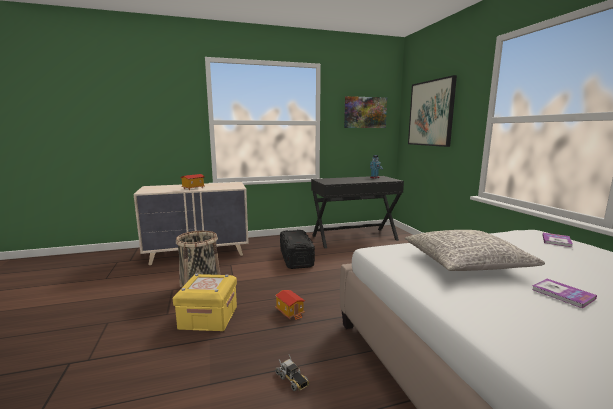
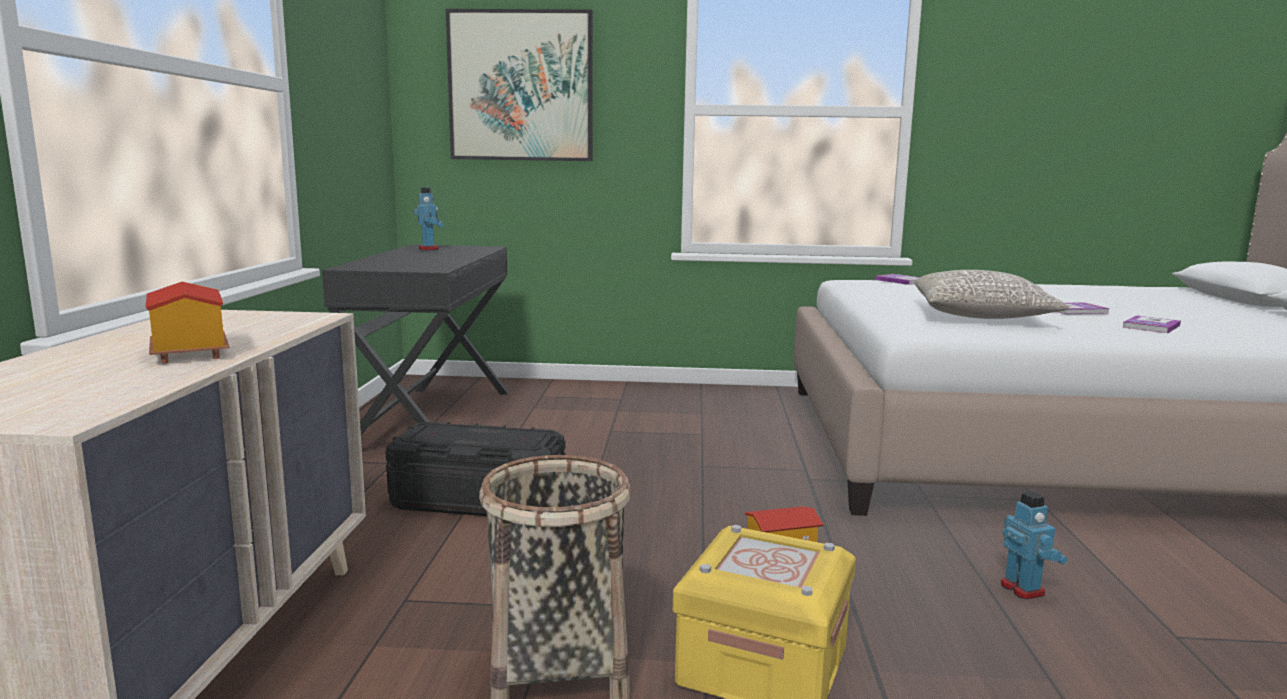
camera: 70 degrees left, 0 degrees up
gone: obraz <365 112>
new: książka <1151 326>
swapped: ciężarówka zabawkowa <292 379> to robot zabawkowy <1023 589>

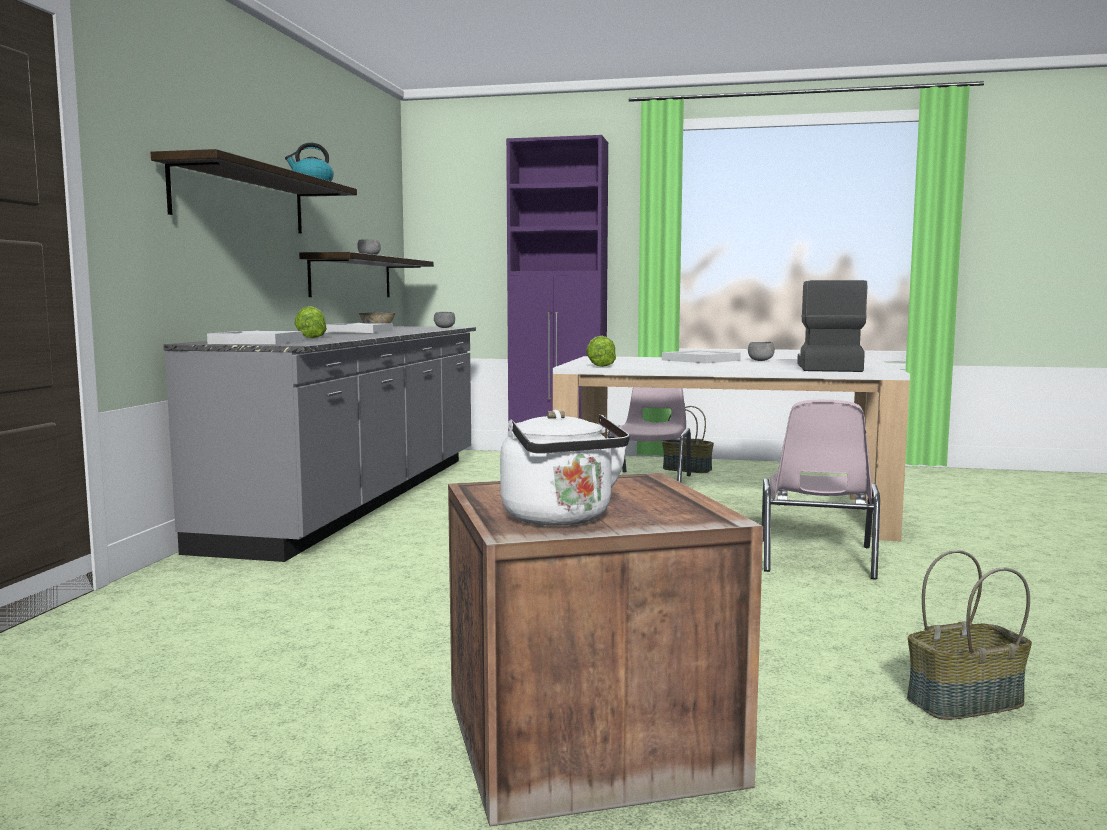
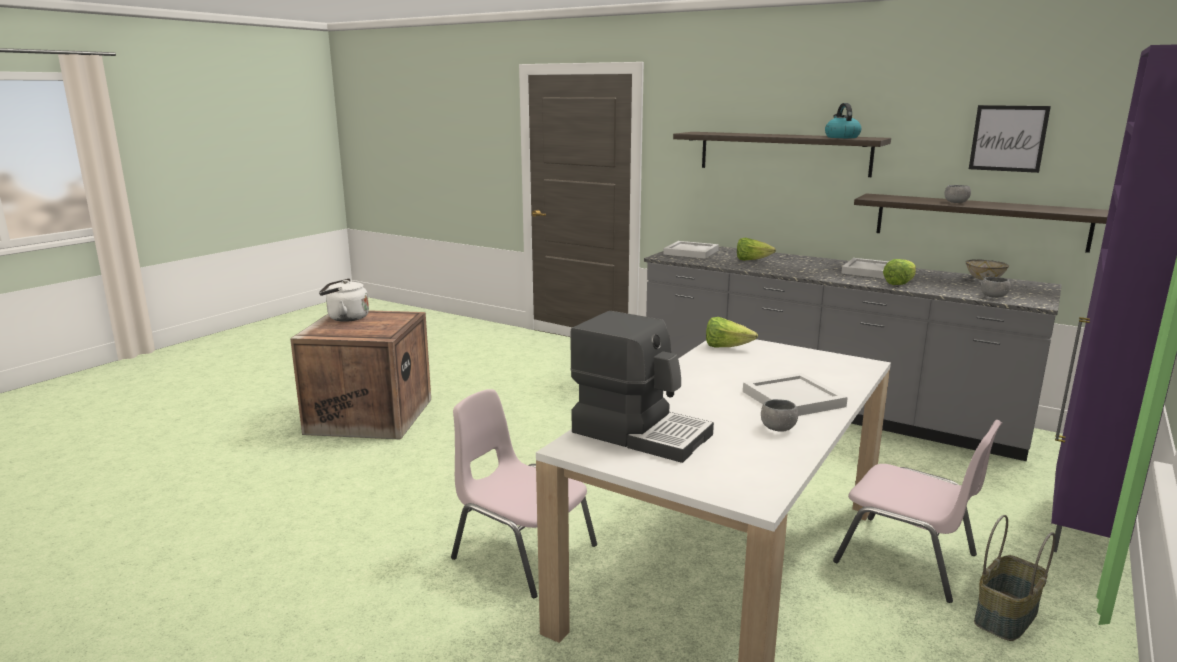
camera: 110 degrees right, 10 degrees up
gone: koszyk <965 702>
new: sałata <899 283>; obraz <1008 138>

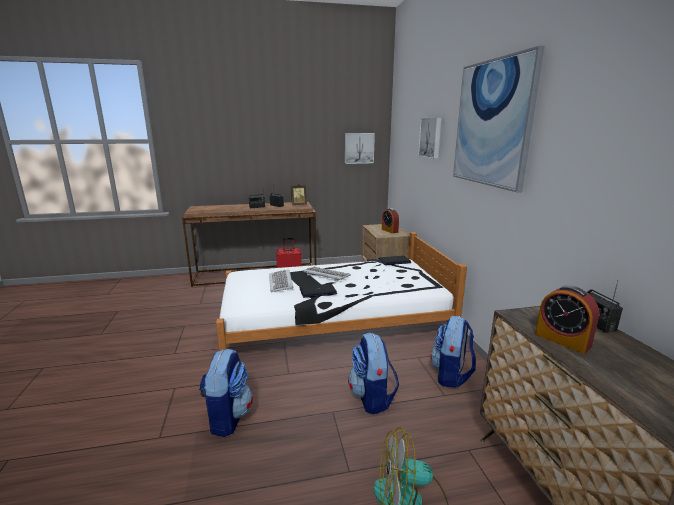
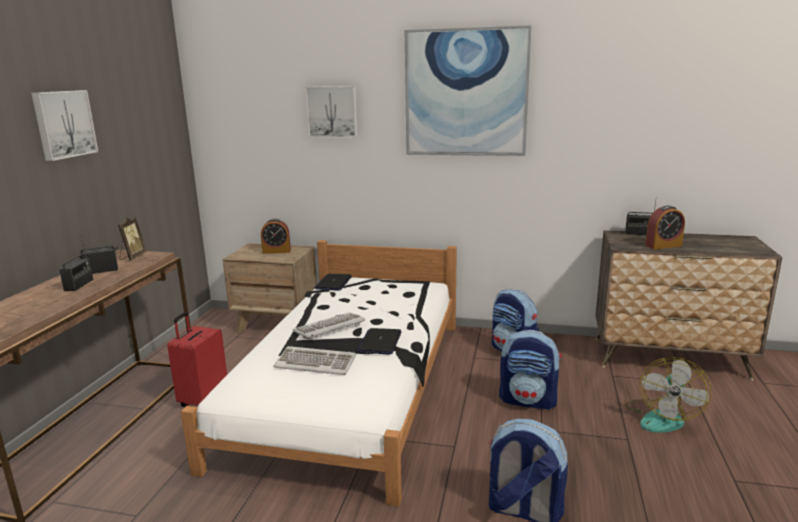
camera: 65 degrees left, 0 degrees up
shifted: obraz <359 148> to <63 124>

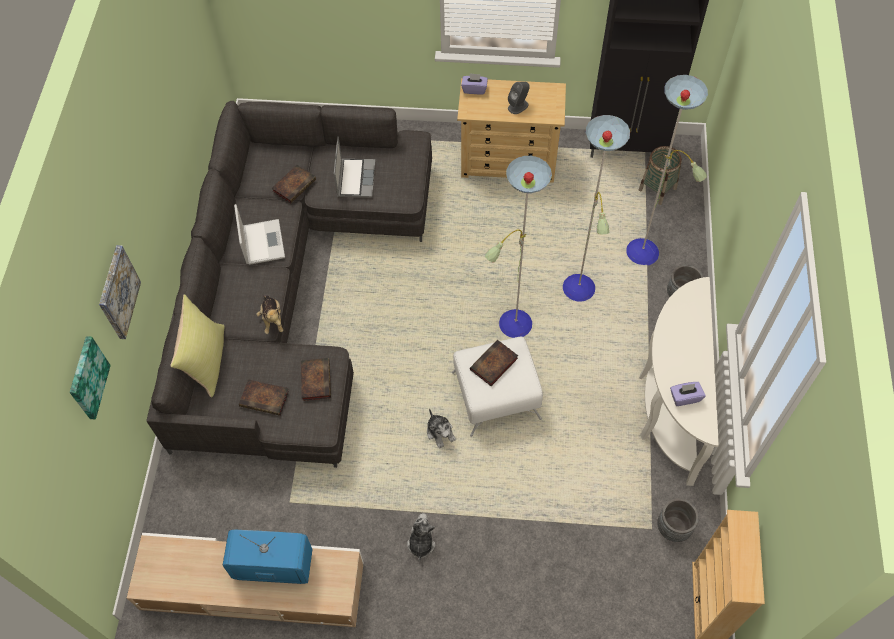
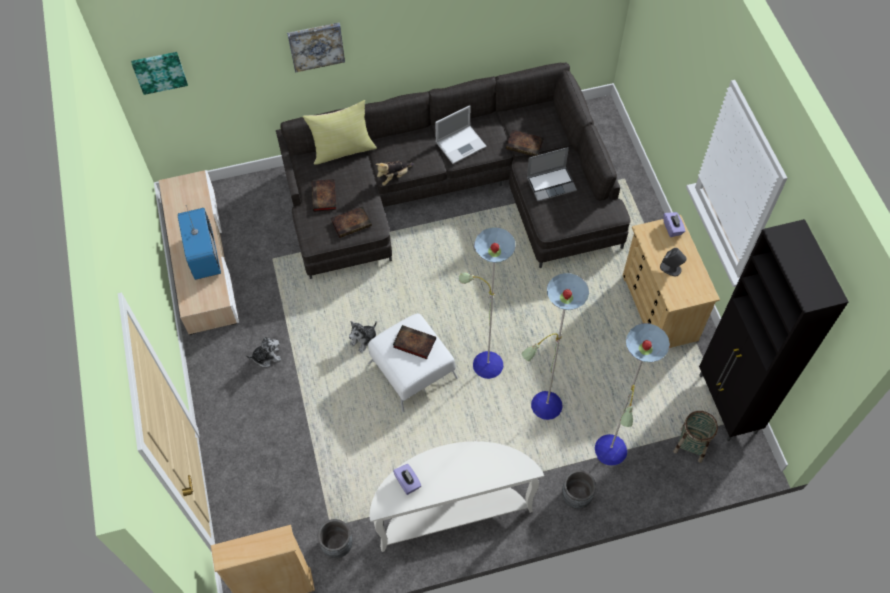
camera: 70 degrees right, 0 degrees up
shifted: obraz <87 378> to <159 71>

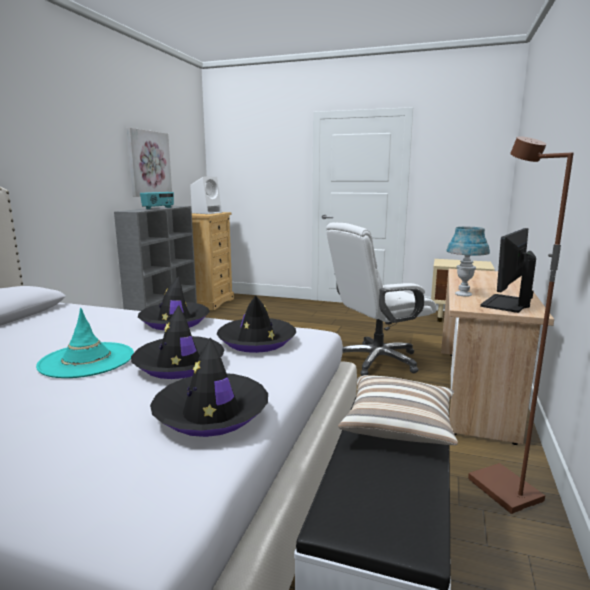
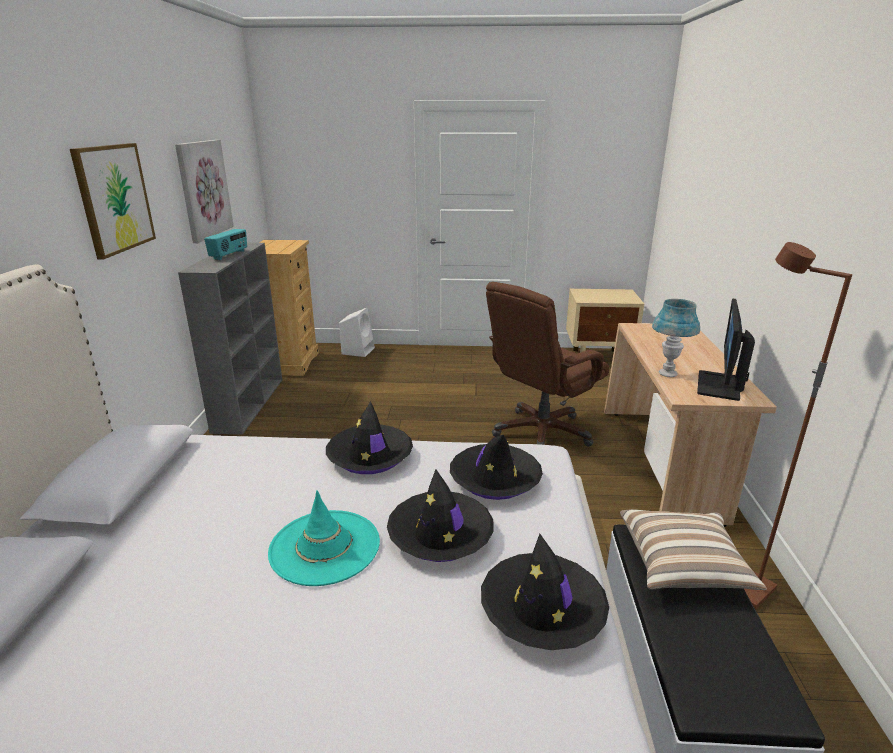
camera: 15 degrees left, 10 degrees up
new: obraz <114 198>
shifted: głośnik [biały] <207 213> to <358 350>
repainted: krzesło biurowe [biały] <377 360> to krzesło biurowe [brązowy] <541 433>

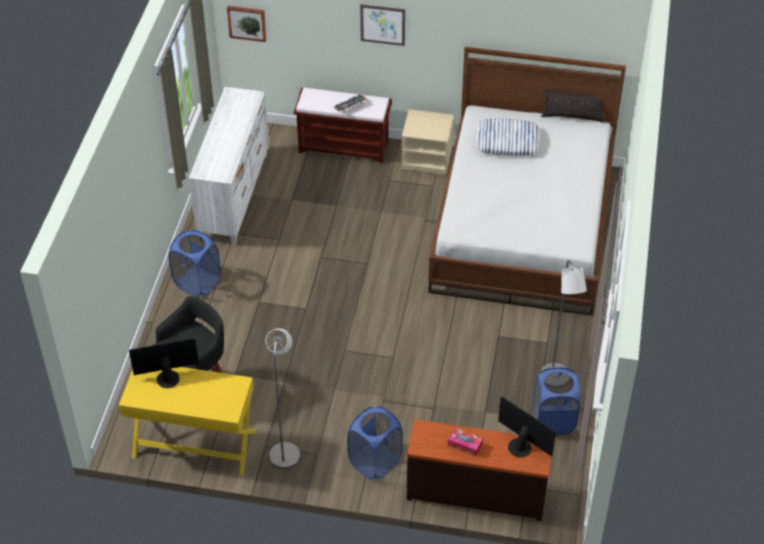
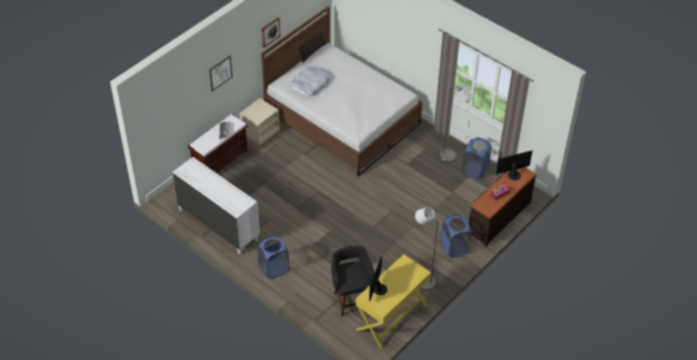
camera: 60 degrees left, 0 degrees up
shifted: obraz <247 23> to <270 32>

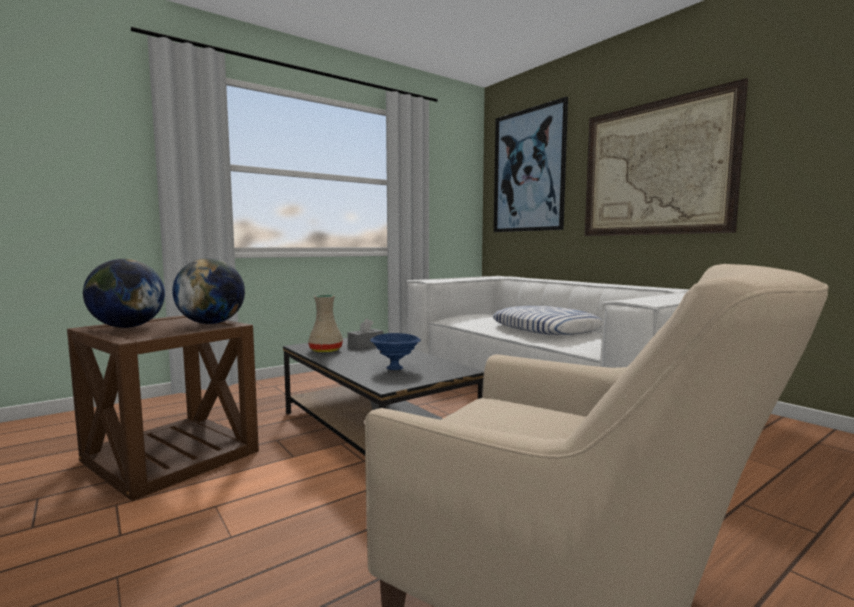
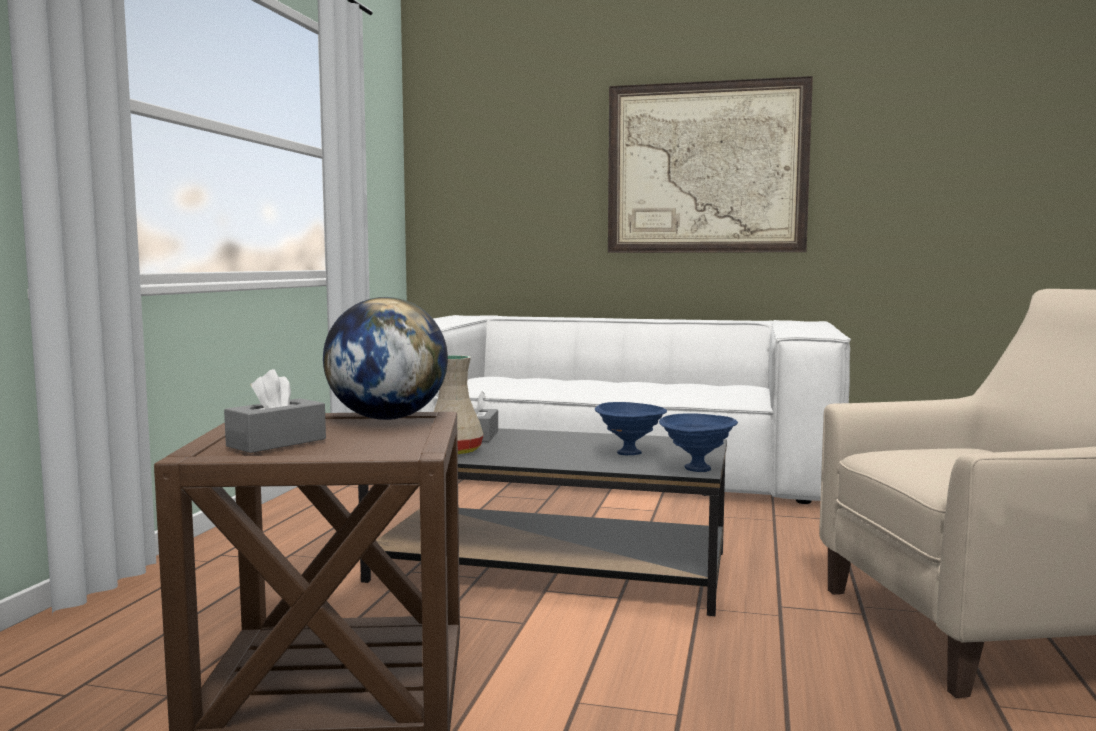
camera: 40 degrees left, 0 degrees up
gone: poduszka <545 329>; obraz <528 171>
new: miska [niebieski] <697 469>
swapped: globus <127 327> to pudełko chusteczek [szary] <277 442>

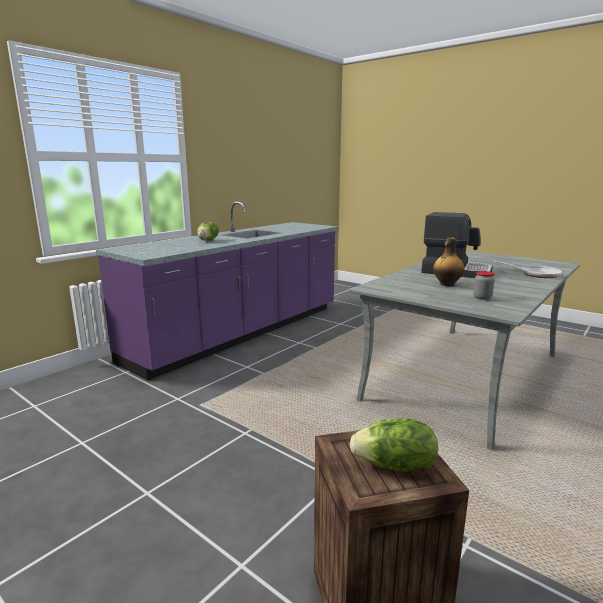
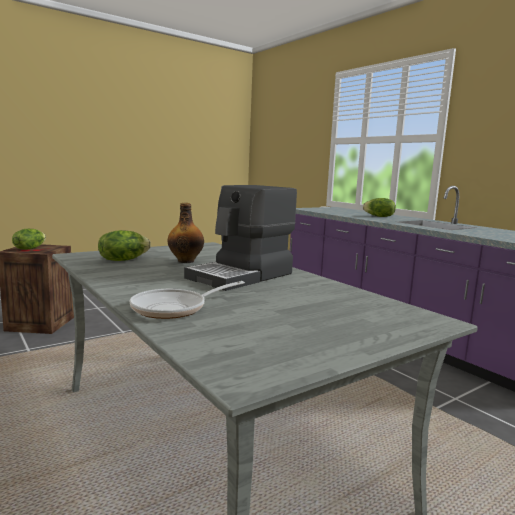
camera: 105 degrees right, 5 degrees down
swapped: słoik <482 297> to sałata <123 260>

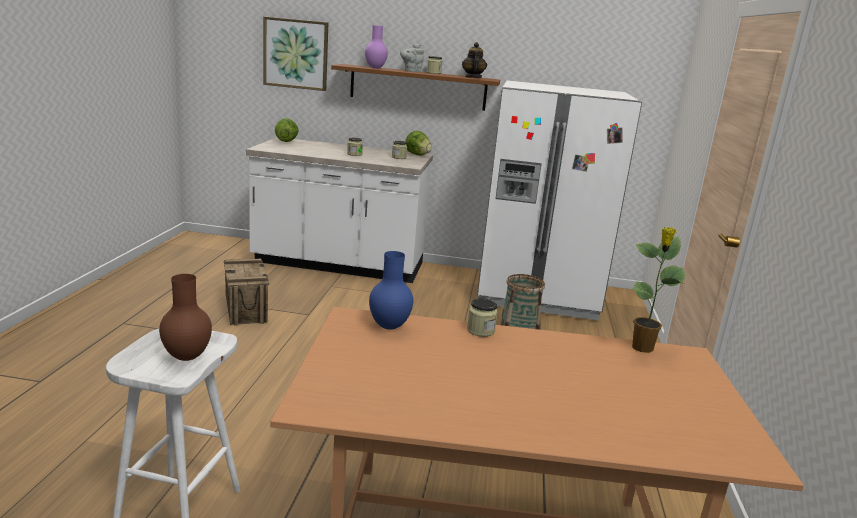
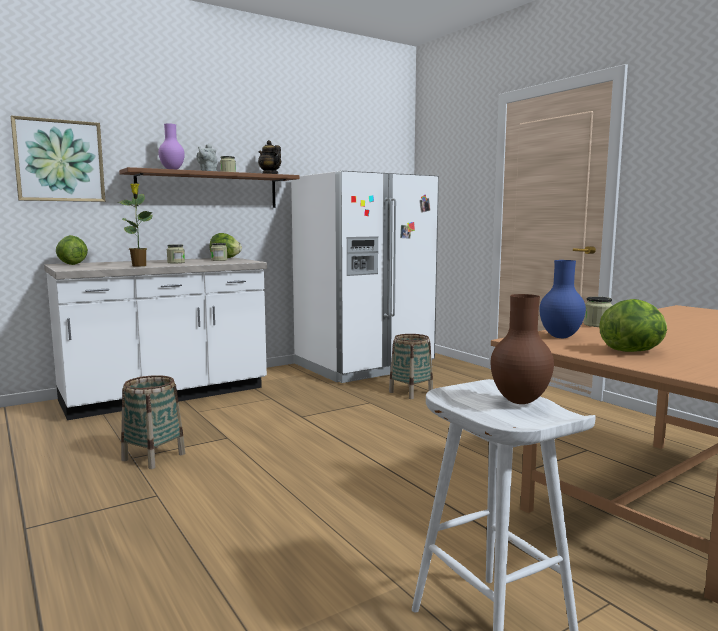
camera: 40 degrees left, 10 degrees down
new: sałata <633 351>
shifted: roślina doniczkowa <642 348> to <139 266>
swapped: skrzynka <246 309> to koszyk <154 457>

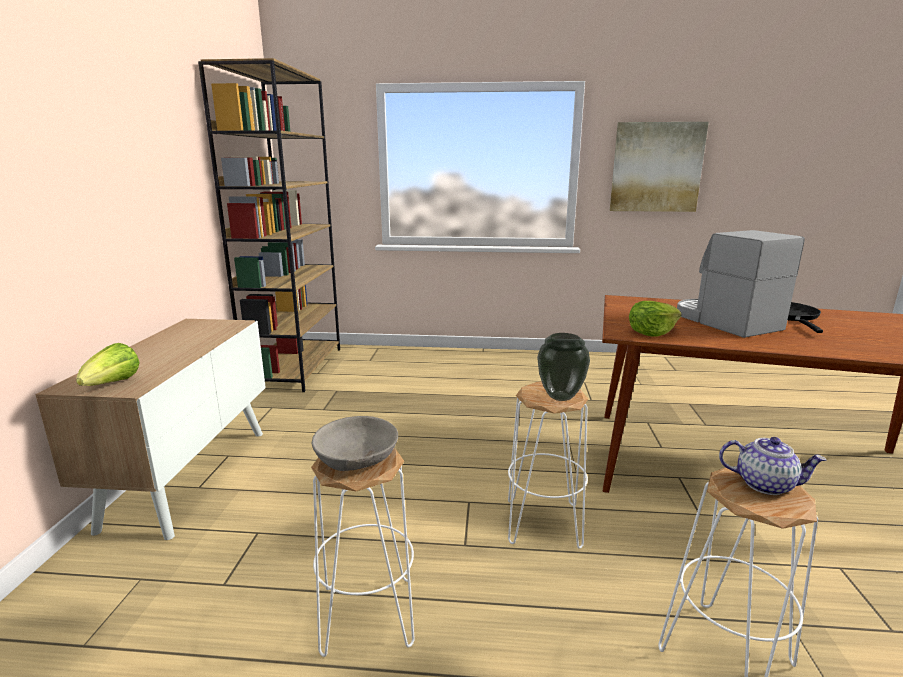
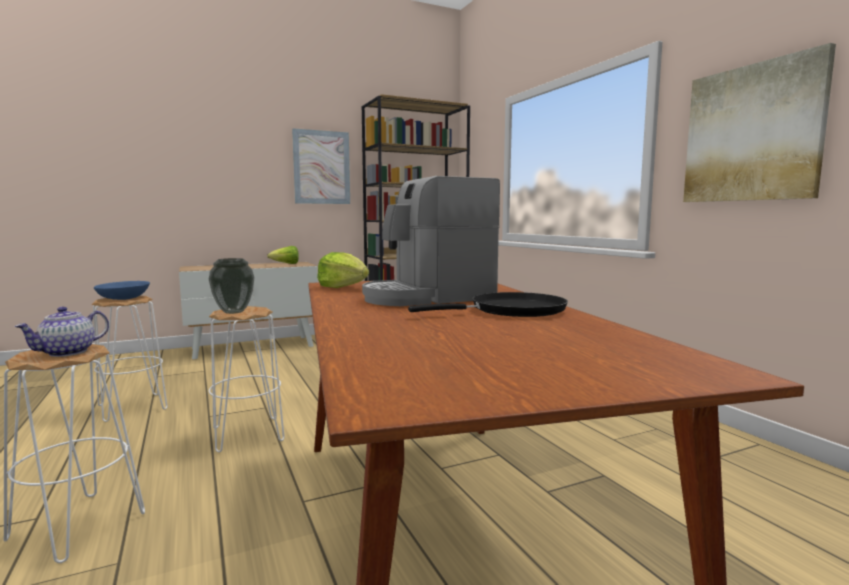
camera: 60 degrees right, 10 degrees down
new: obraz <321 167>
shifted: sałata <112 385> to <286 264>
repainted: miska [szary] <357 458> to miska [niebieski] <123 298>
rotated: ekspres do kawy <724 321> = <428 297> 150 degrees counterclockwise; imbryk <765 484> = <67 352> 45 degrees clockwise

